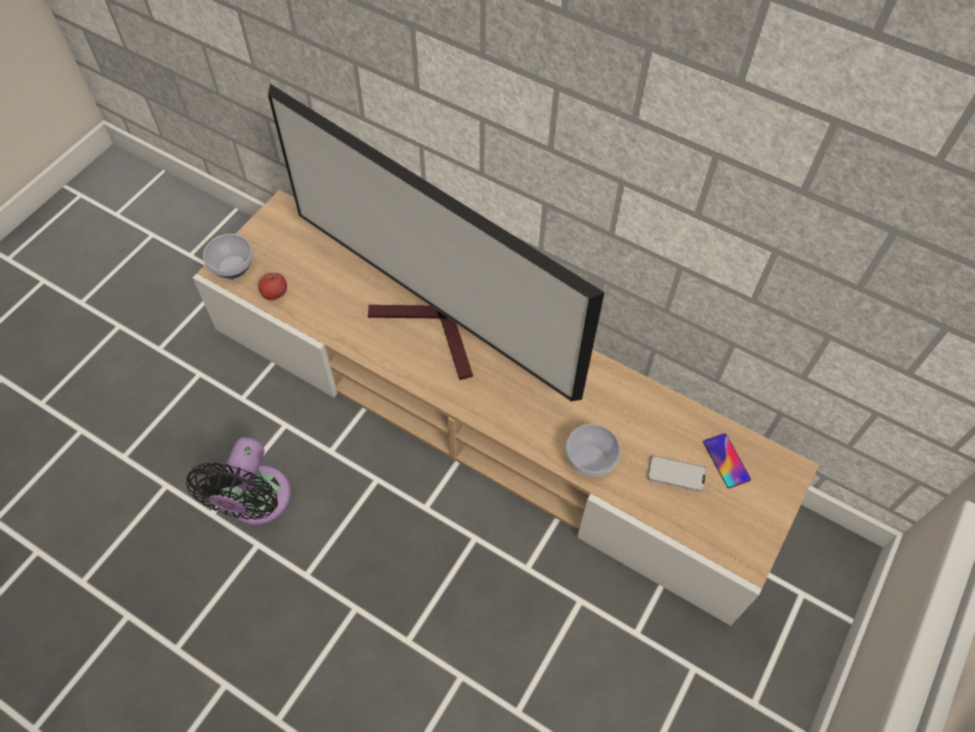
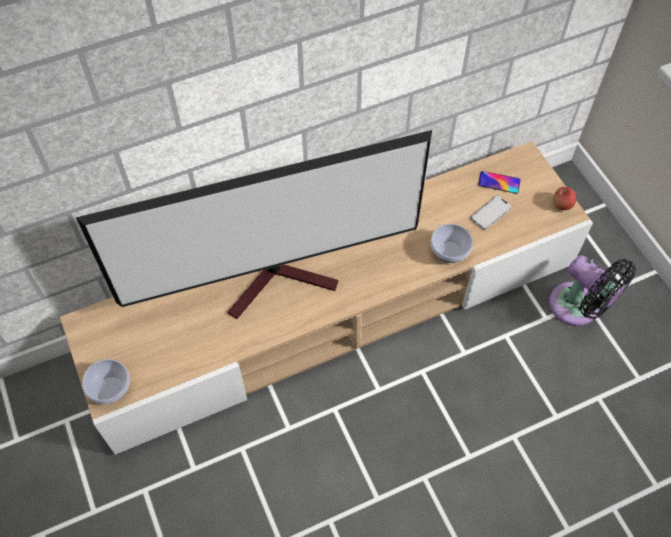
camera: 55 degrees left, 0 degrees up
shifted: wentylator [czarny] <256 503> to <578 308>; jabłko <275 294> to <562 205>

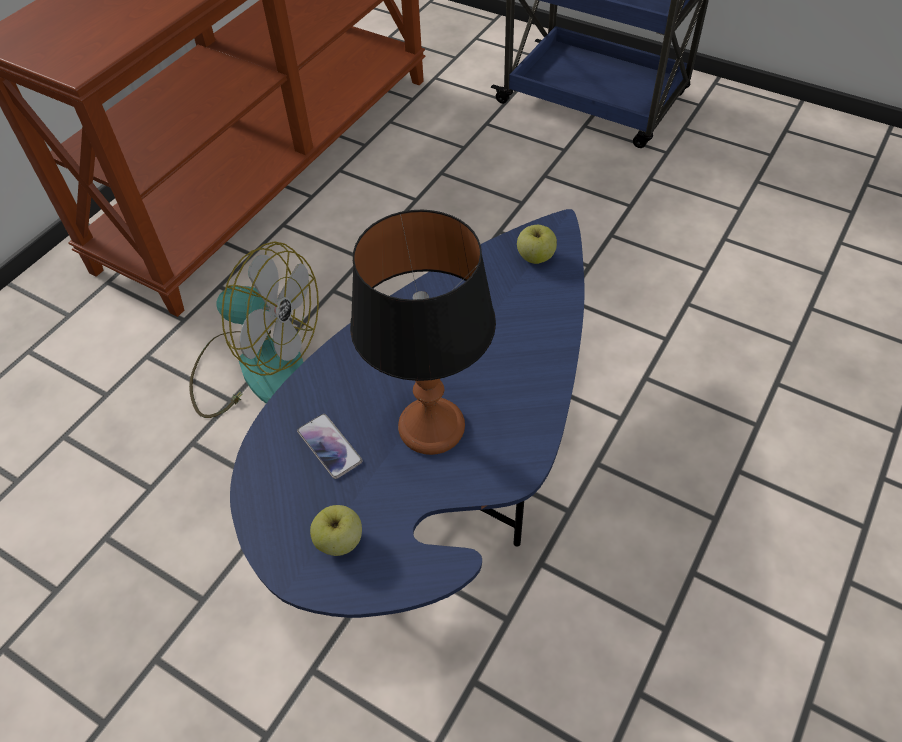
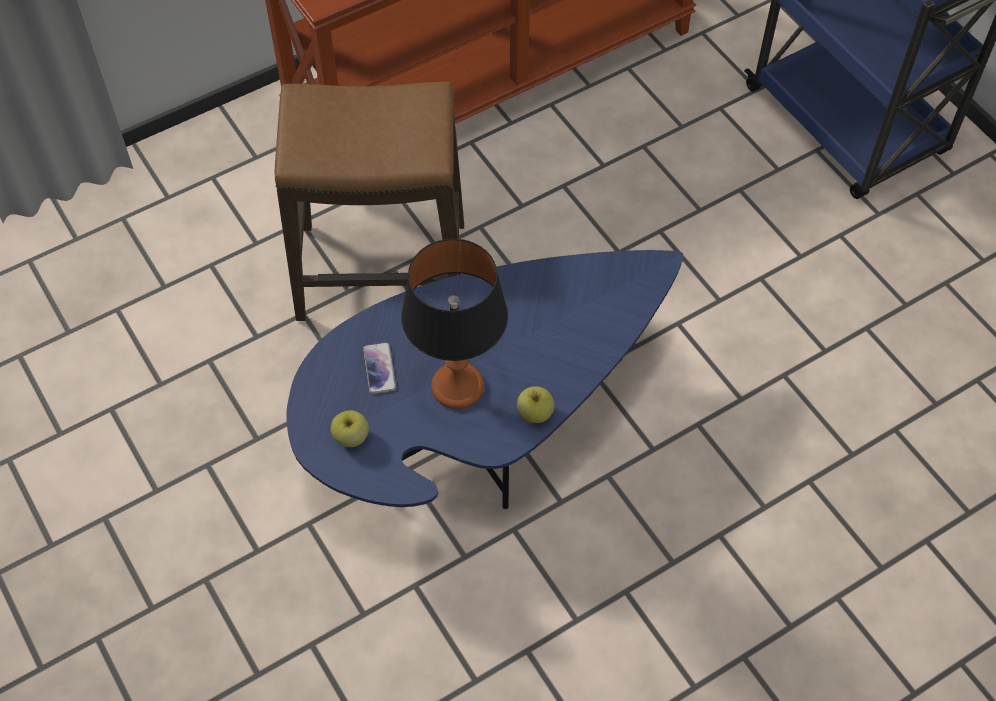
camera: 25 degrees right, 5 degrees up
shifted: jabłko <535 257> to <535 413>
swapped: wentylator <257 367> to stołek <382 271>

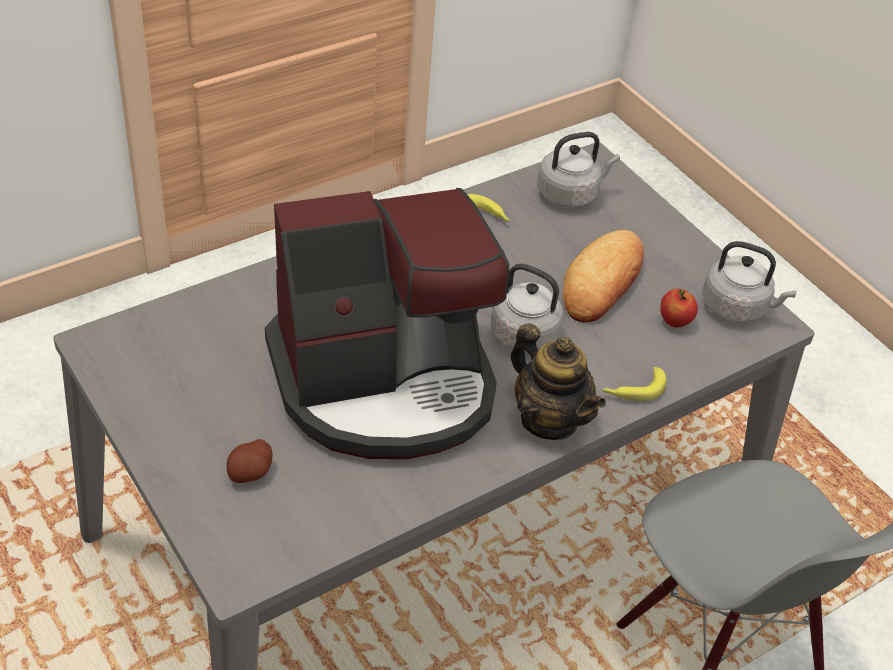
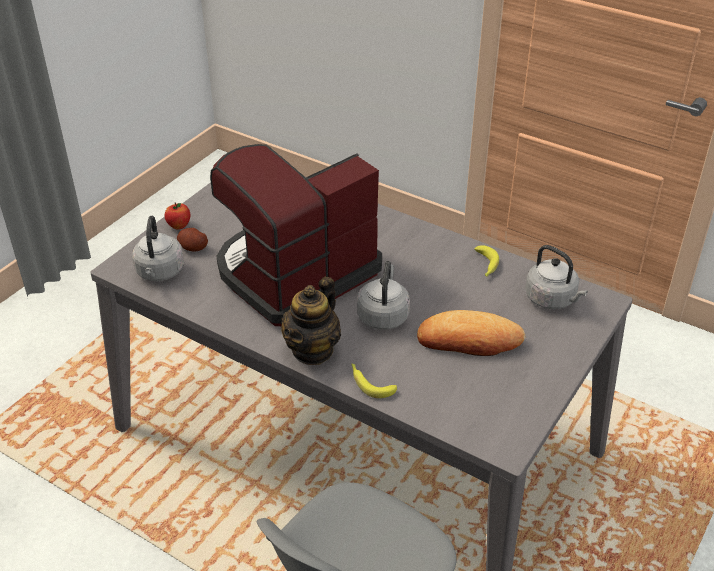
camera: 70 degrees right, 5 degrees down
shifted: jabłko <675 321> to <179 226>; czajnik [szary] <737 307> to <160 273>
rotated: ekspres do kawy <385 383> = <295 273> 90 degrees clockwise

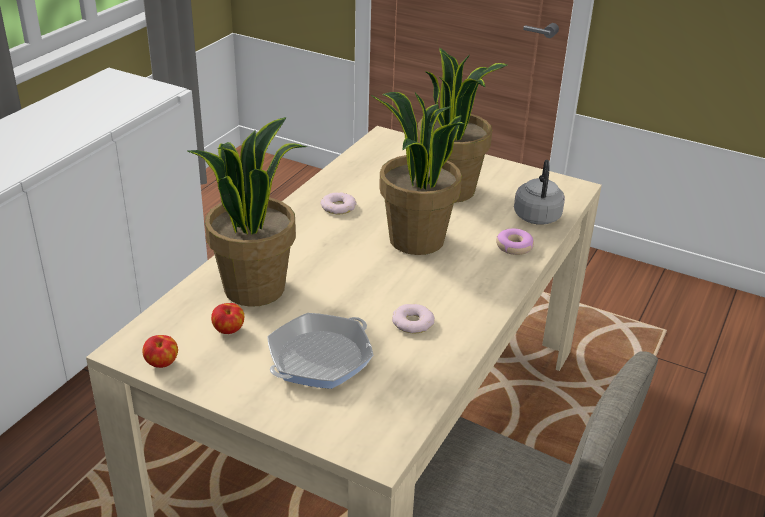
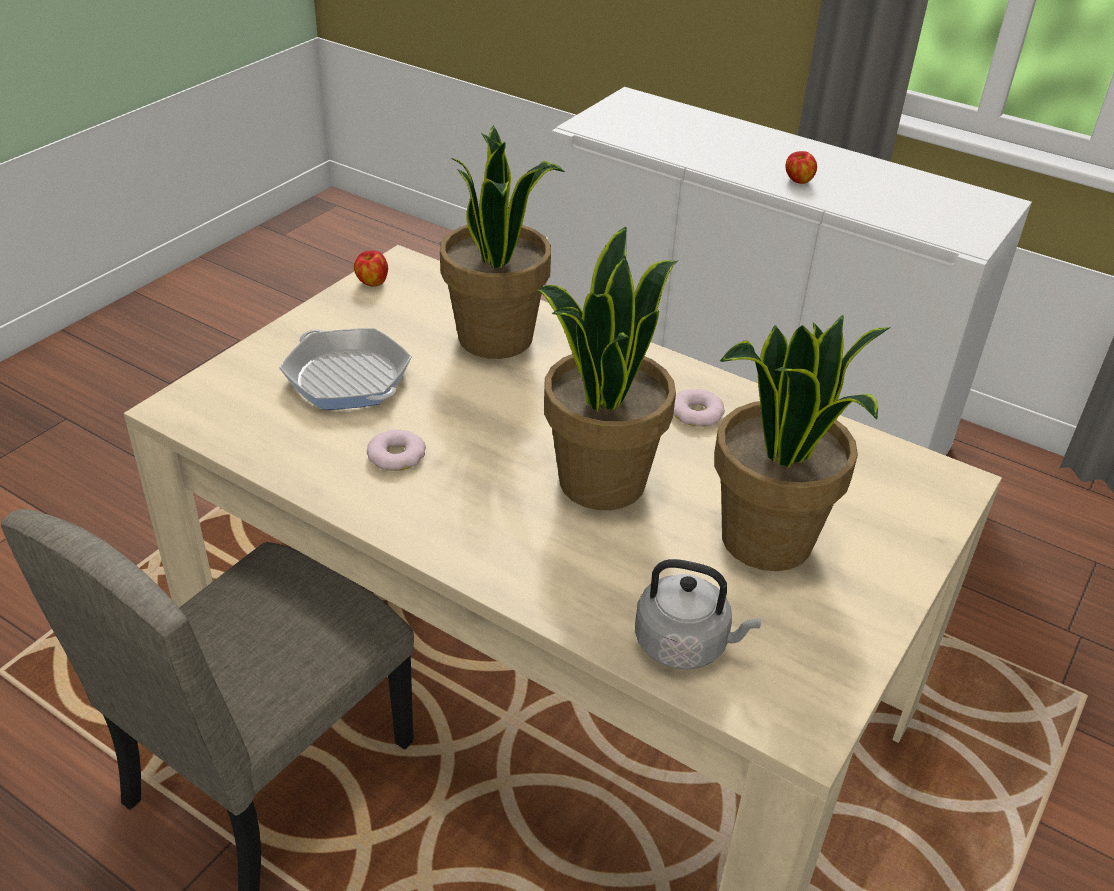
camera: 95 degrees right, 5 degrees up
gone: donut <514 246>
shifted: jabłko <229 330> to <798 181>

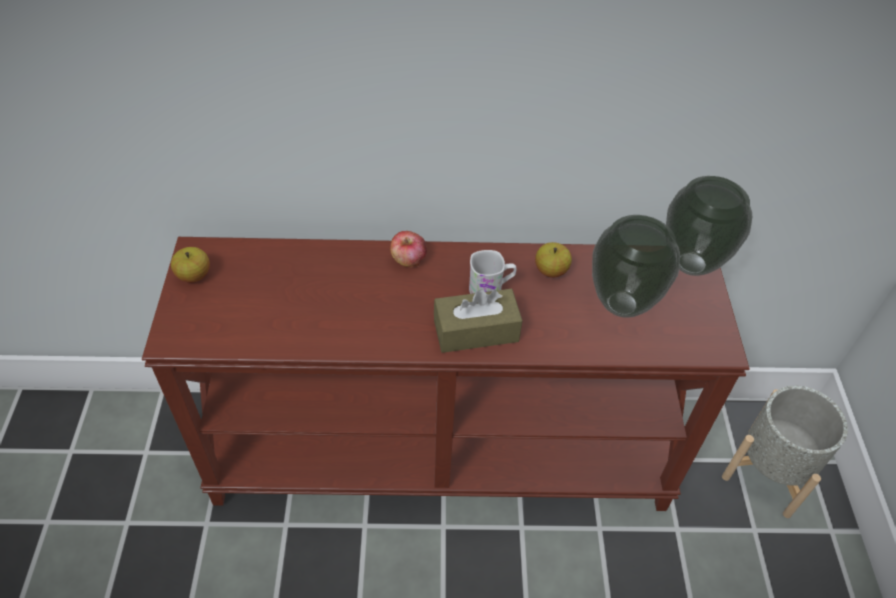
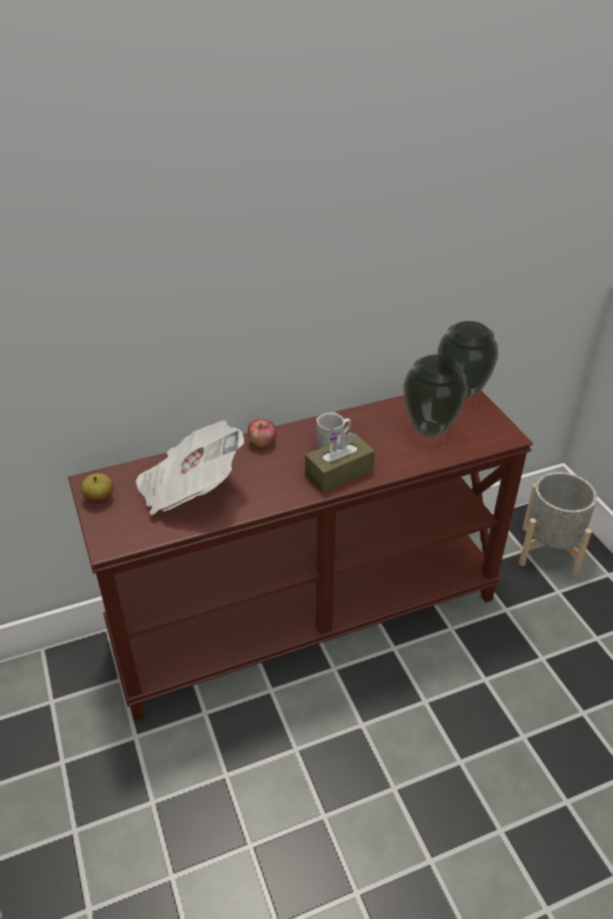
camera: 20 degrees left, 10 degrees down
gone: jabłko <551 271>
new: gazeta <189 488>

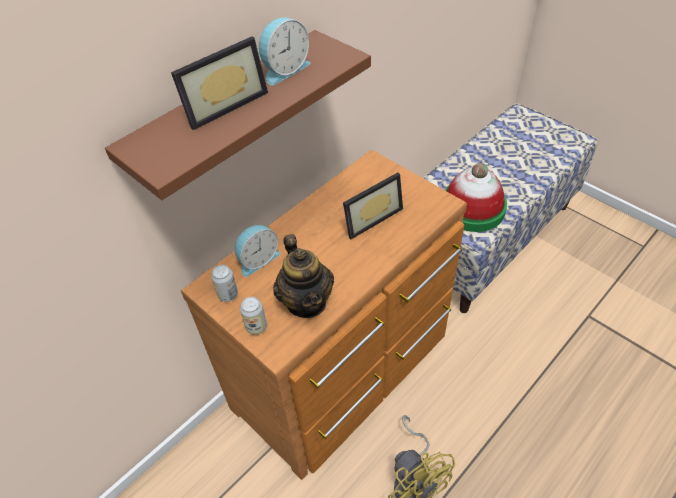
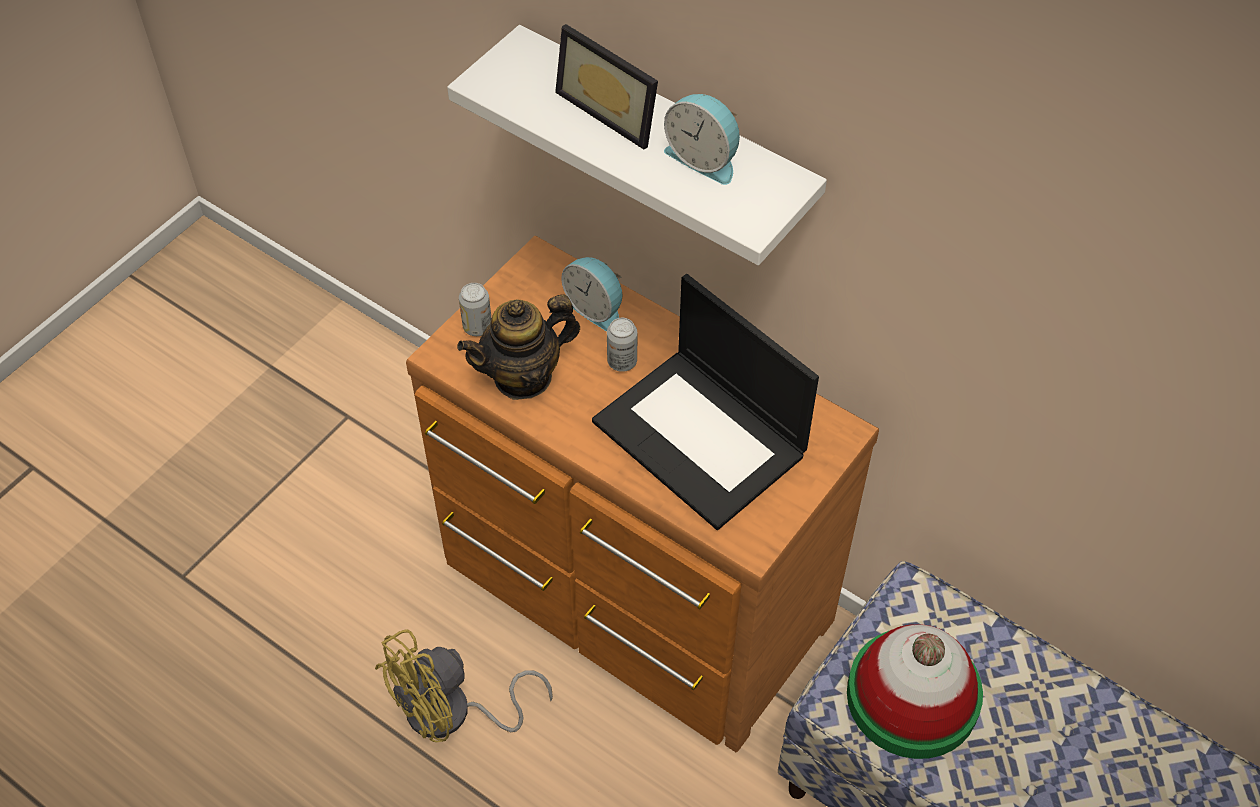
camera: 80 degrees right, 5 degrees up
shifted: puszka <228 295> to <622 361>
swapped: ramka na zdjęcie <369 217> to laptop <702 438>
repainted: półka [brązowy] <228 118> to półka [biały] <665 142>

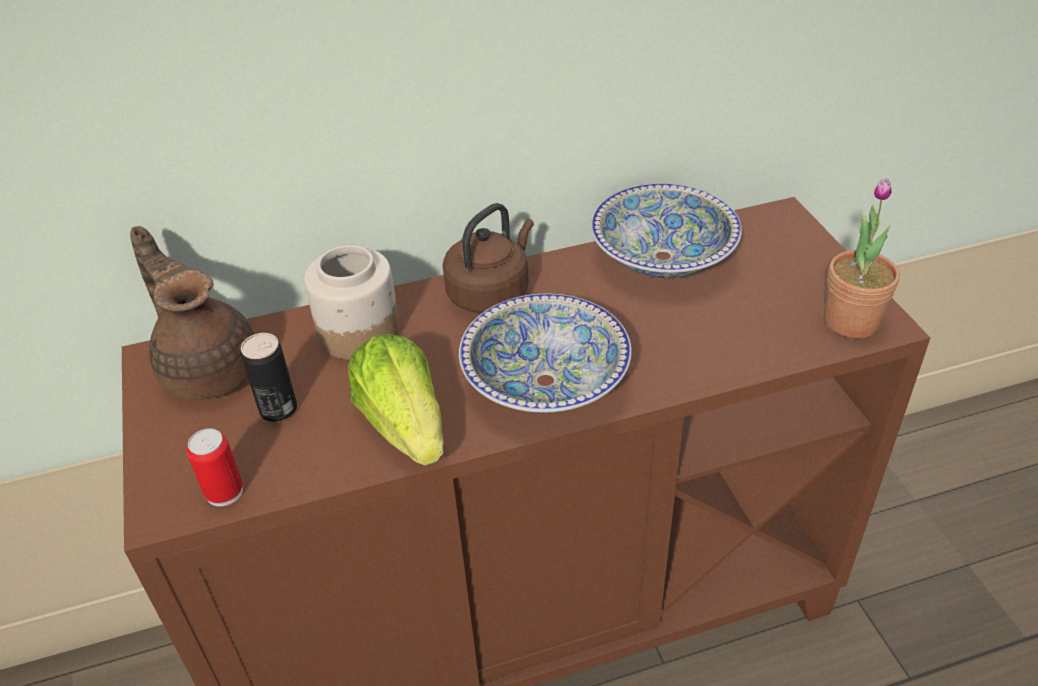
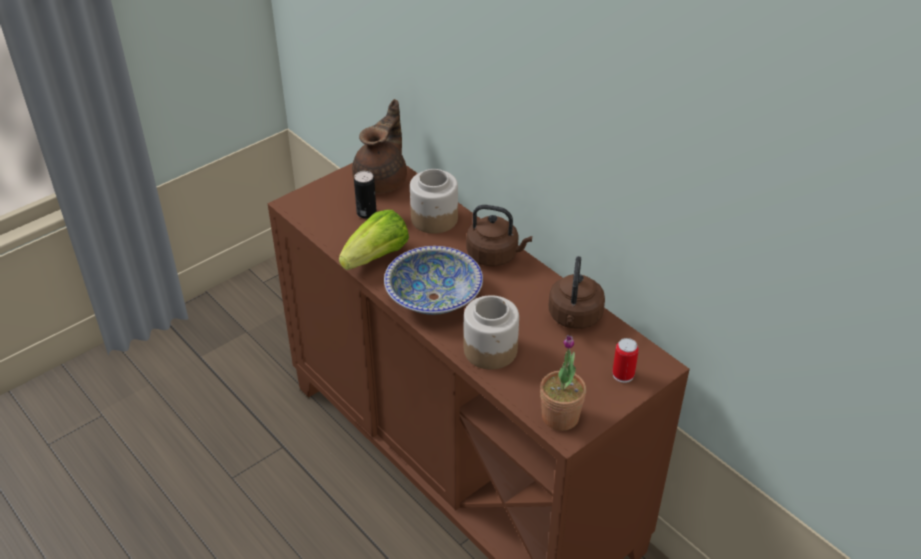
camera: 65 degrees right, 0 degrees up
new: słoik <491 350>
shifted: puszka <224 492> to <623 375>
swapped: miska <663 257> to czajnik [brązowy] <574 318>

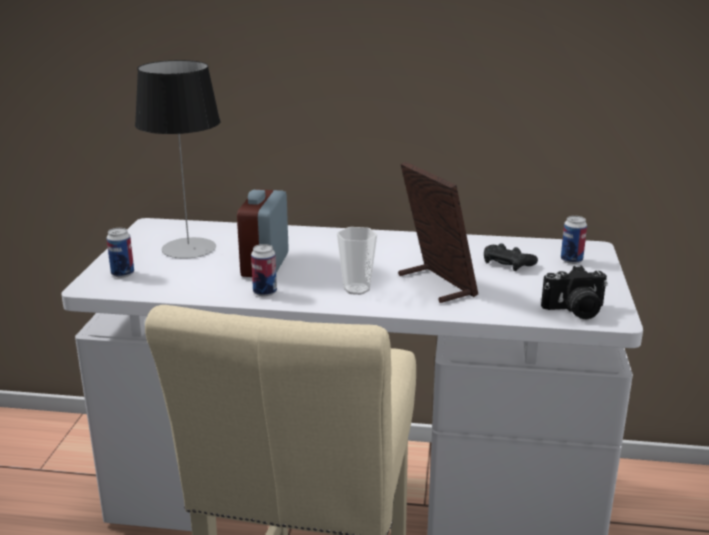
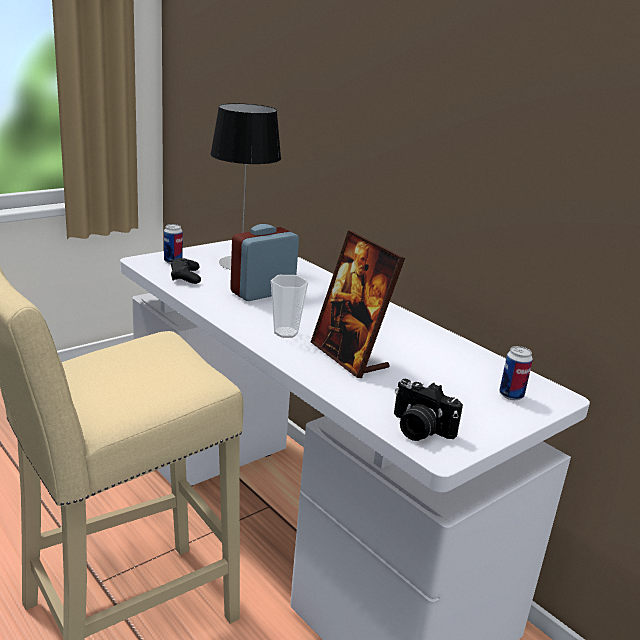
camera: 40 degrees right, 0 degrees up
gone: puszka <265 292>
shifted: pad do gier [czarny] <507 263> to <185 276>
rotated: ramka na zdjęcie <436 284> = <349 356> 135 degrees clockwise

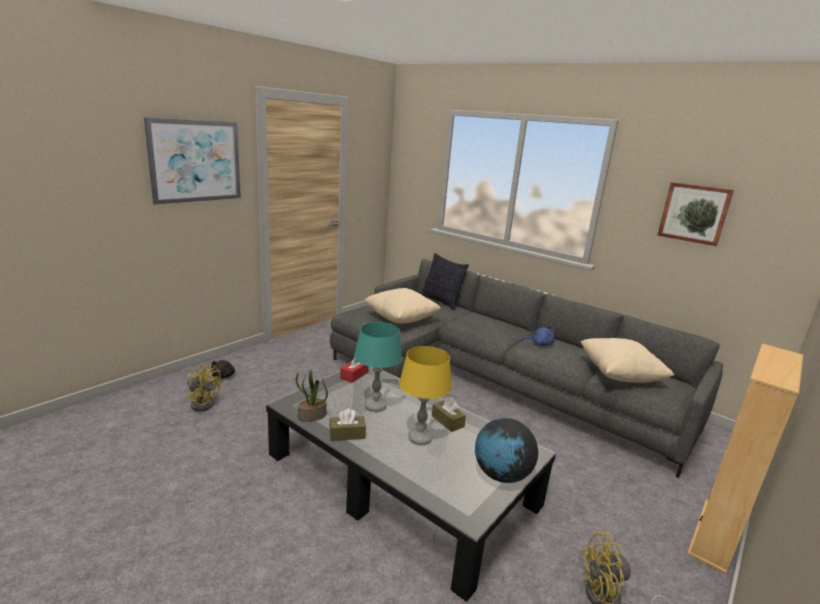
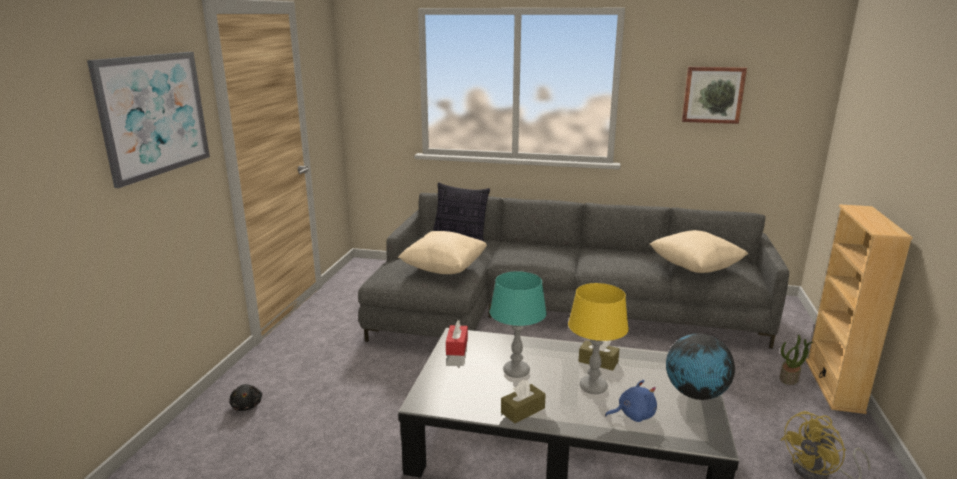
camera: 25 degrees left, 0 degrees up
gone: wentylator [żółty] <202 403>
shifted: roślina doniczkowa <311 416> to <789 378>; pluszak [niebieski] <540 344> to <633 415>

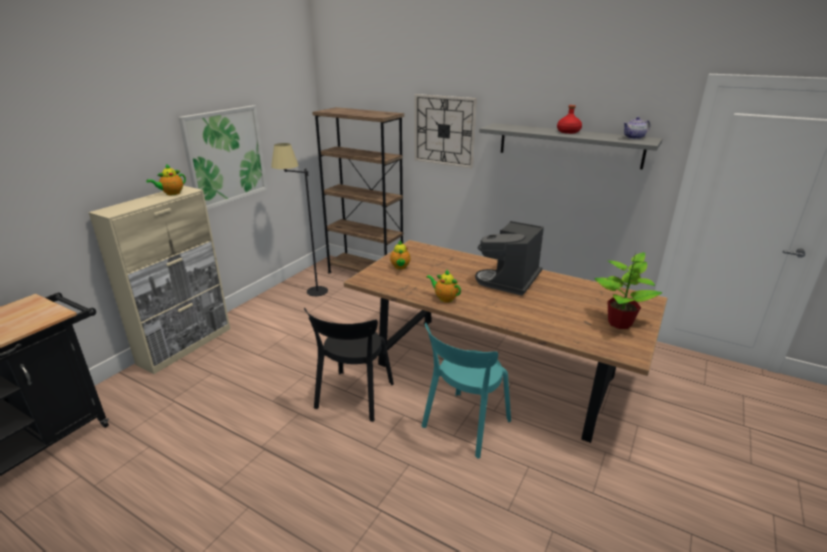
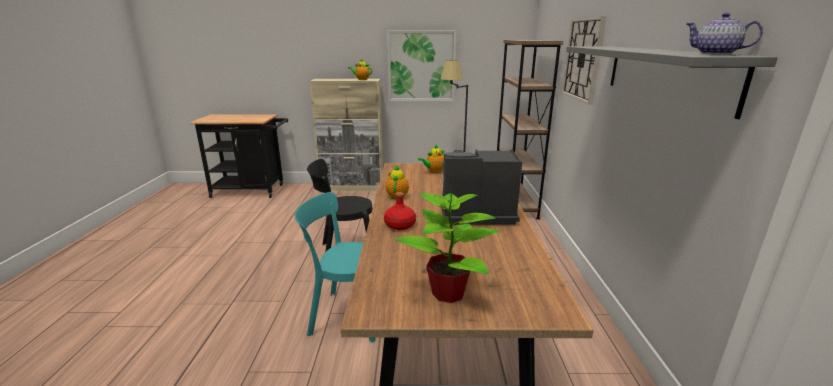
camera: 60 degrees right, 5 degrees down
shifted: butelka [czerwony] <568 132> to <399 225>

